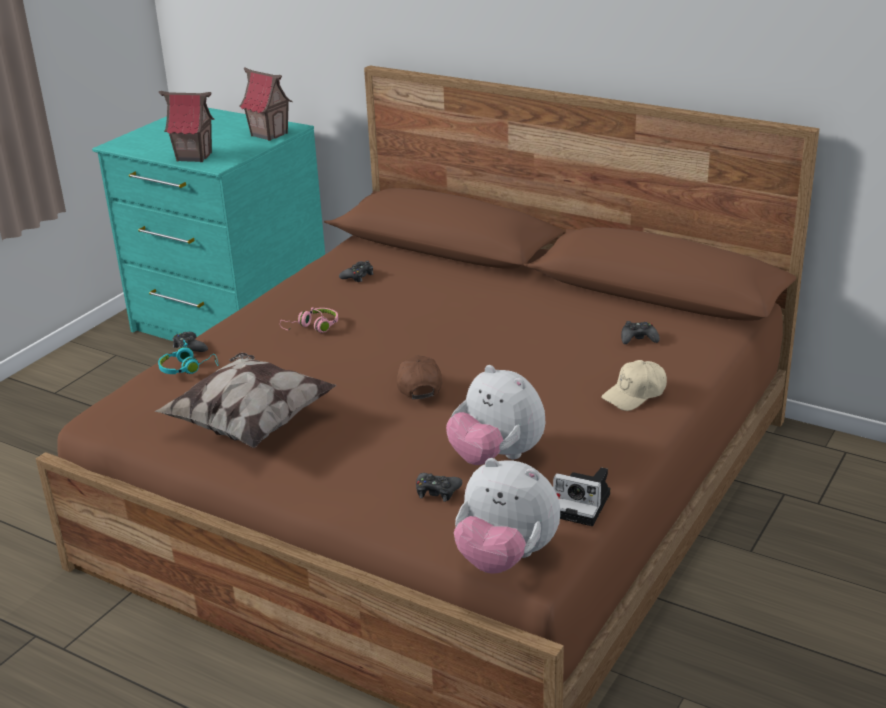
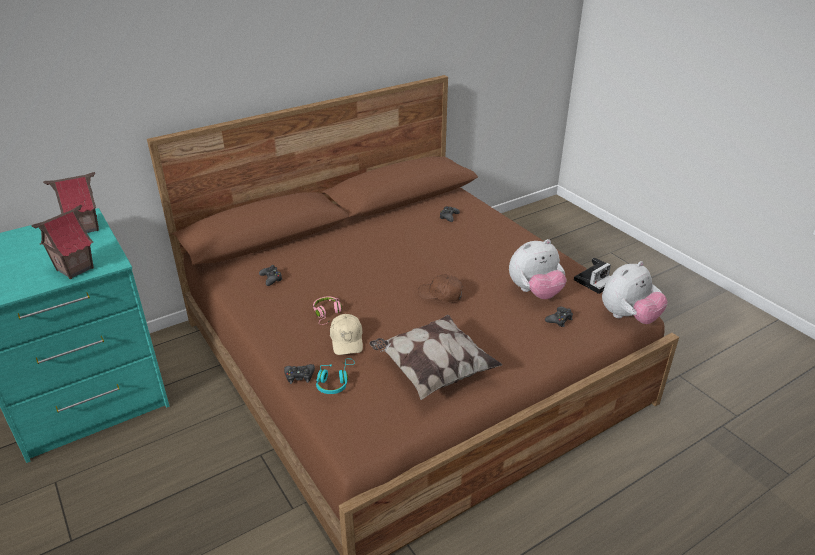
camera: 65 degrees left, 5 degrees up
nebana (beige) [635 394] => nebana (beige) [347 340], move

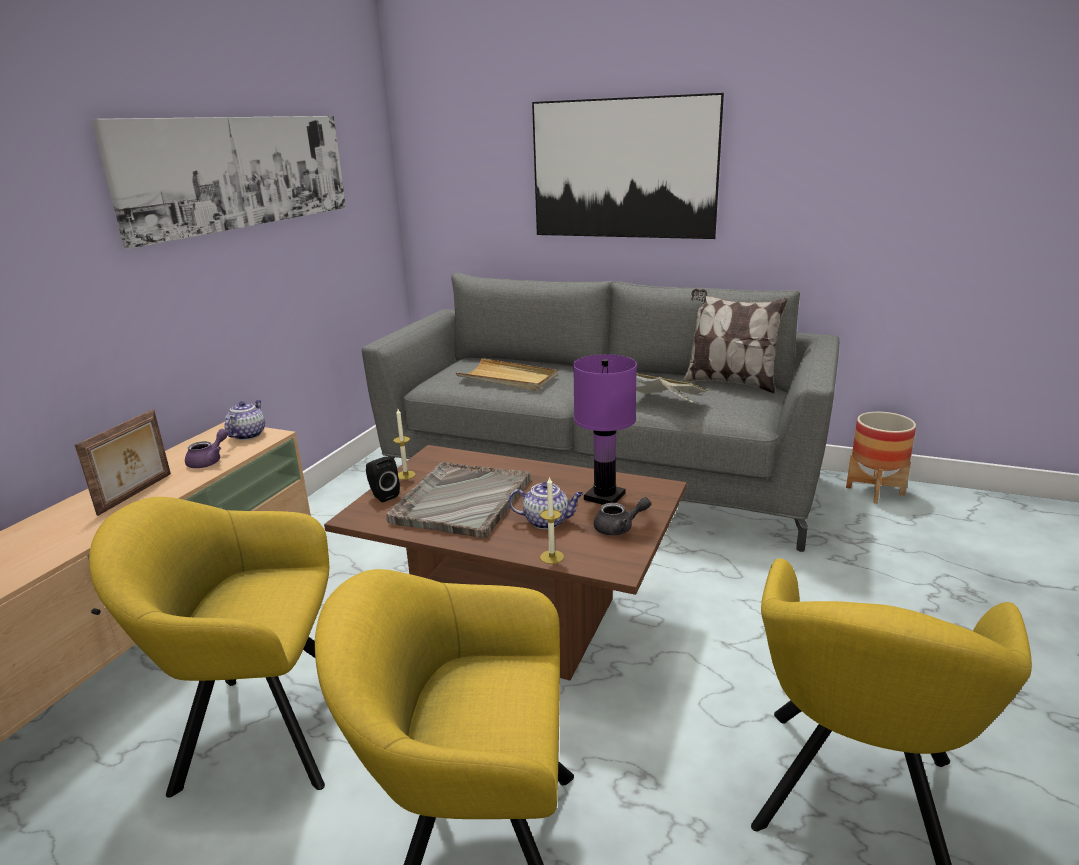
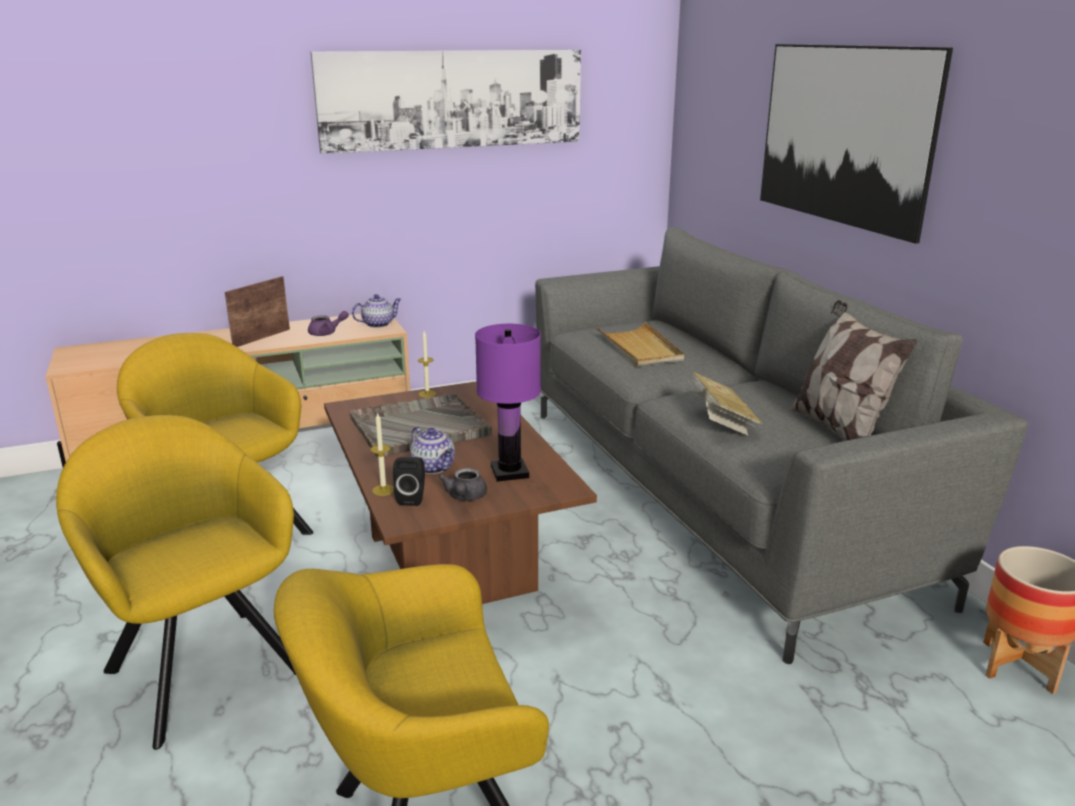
camera: 45 degrees right, 0 degrees up
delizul [137 493] => delizul [261 338], 150 degrees clockwise
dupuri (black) [383 495] => dupuri (black) [412 498], move
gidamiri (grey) [619 528] => gidamiri (grey) [465 497], 60 degrees clockwise

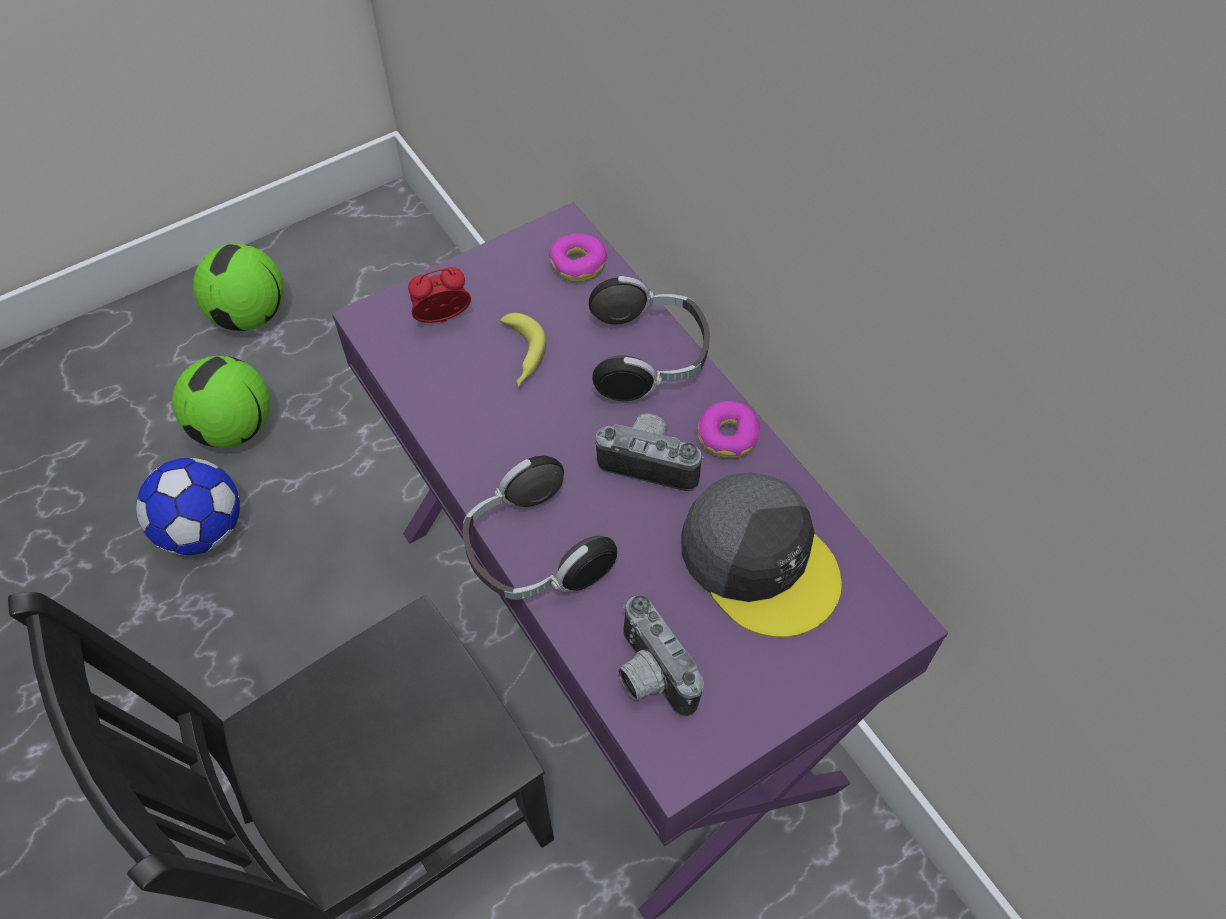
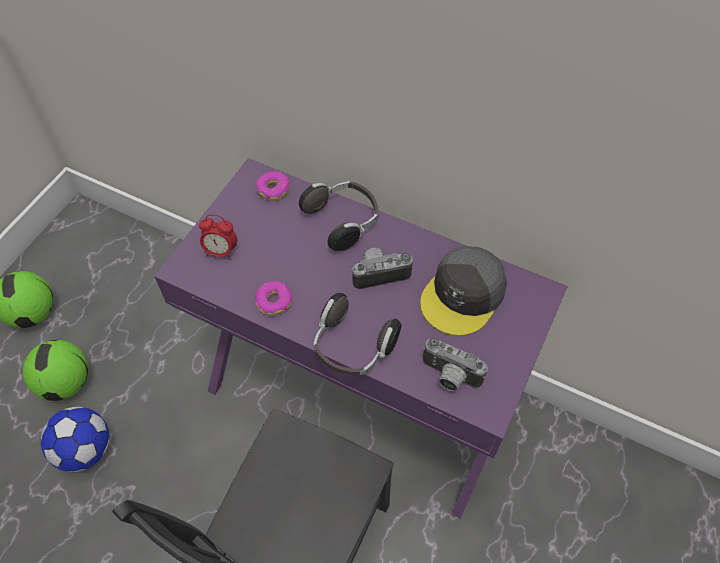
camera: 30 degrees left, 0 degrees up
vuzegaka [443 320] => vuzegaka [221 251], 120 degrees counterclockwise
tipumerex [521 356] => nothing
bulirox [728 435] => bulirox [274 301], move
nebana (grey) [759 560] => nebana (grey) [463 295], 105 degrees clockwise

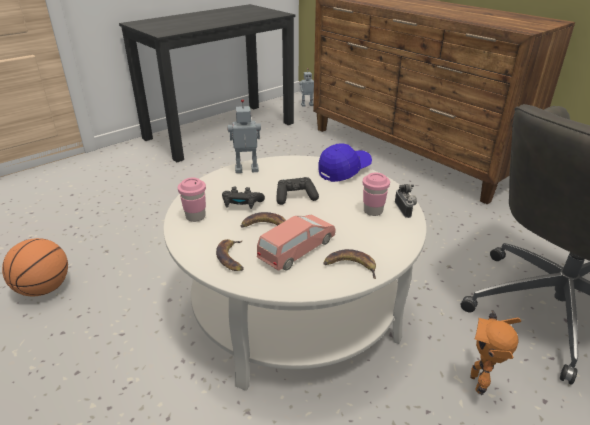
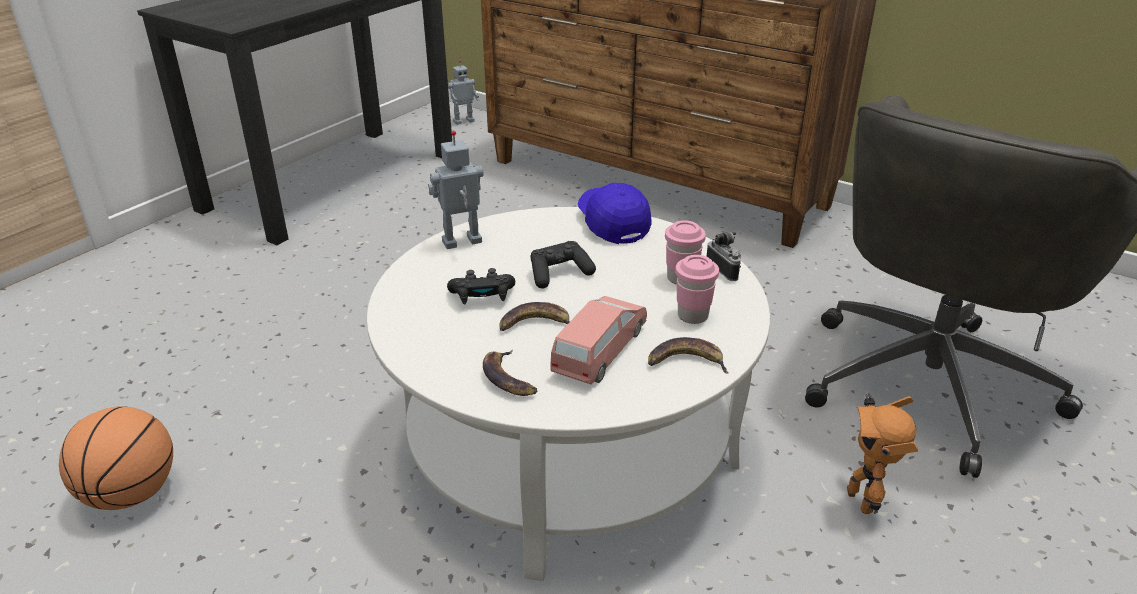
camera: 15 degrees left, 0 degrees up
nebana (blue) [344 170] => nebana (blue) [612 224], 60 degrees counterclockwise
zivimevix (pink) [195 216] => zivimevix (pink) [692 316], move

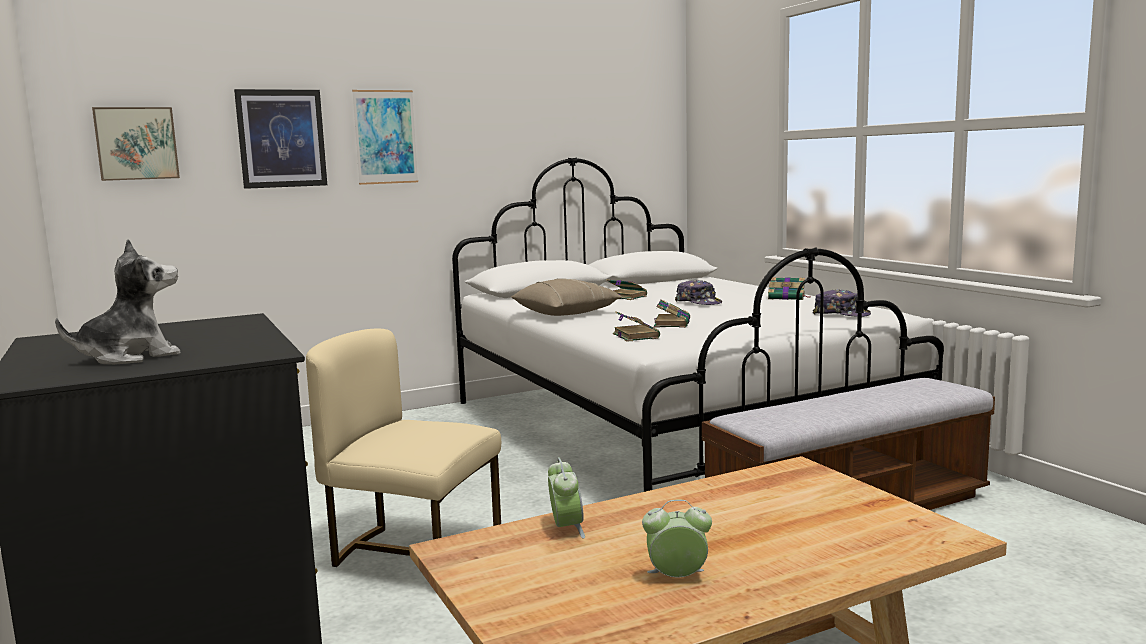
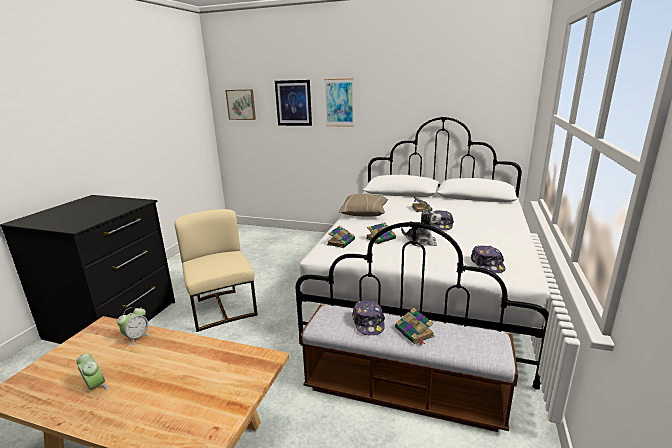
camera: 45 degrees right, 10 degrees up
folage [131 357] => folage [421 242], move
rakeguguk [787 297] => rakeguguk [414 333], move
nothing => nebana [368 323]

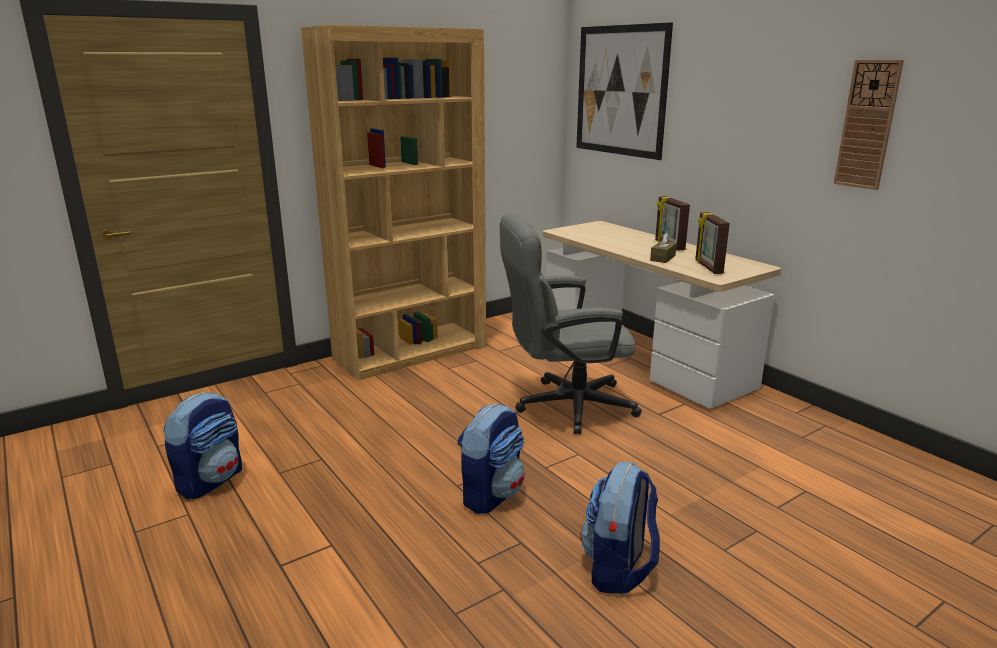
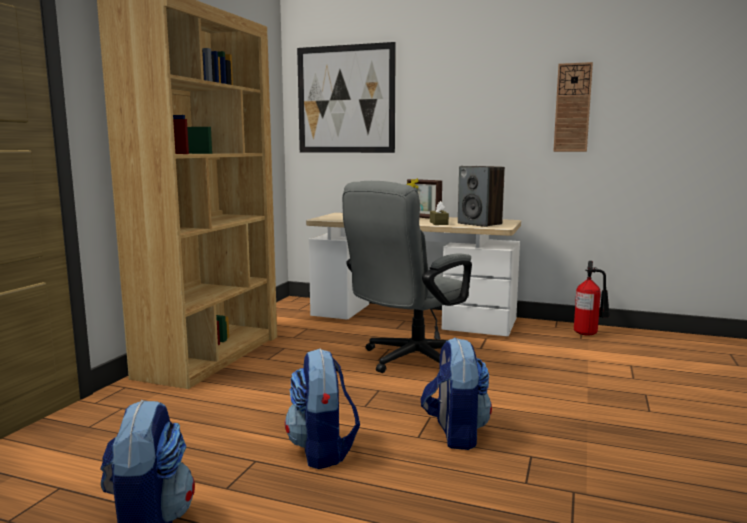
camera: 35 degrees left, 10 degrees down
delizul [707 267] => dupuri [480 224]
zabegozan [618 569] => zabegozan [322 450], move
nothing => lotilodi [589 334]

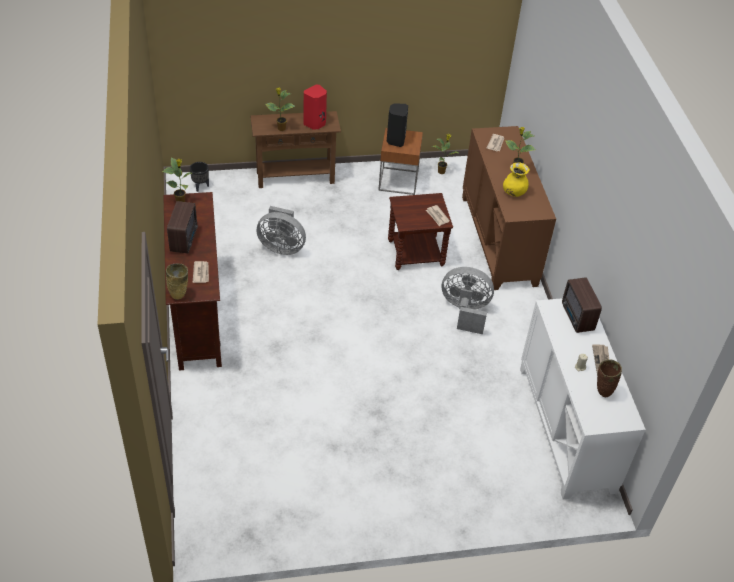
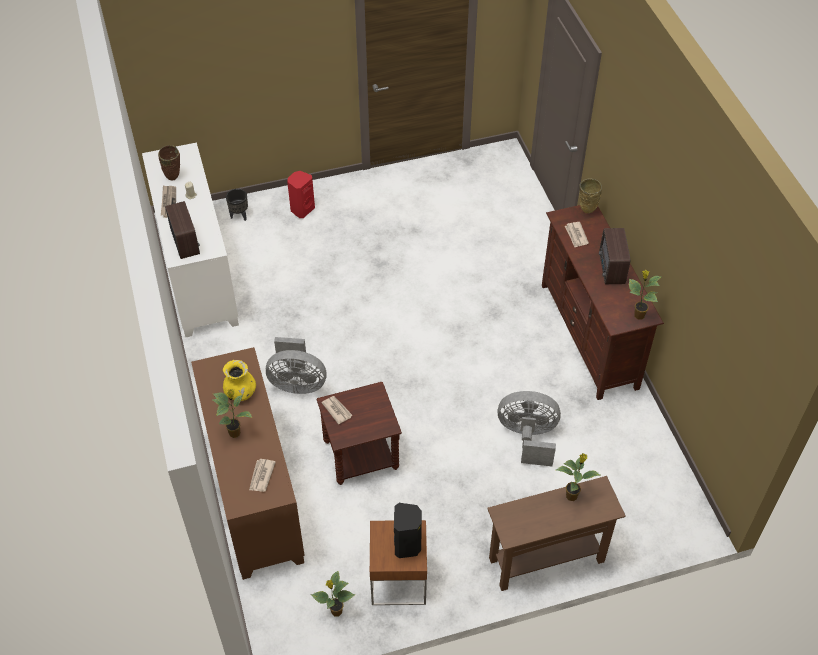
camera: 175 degrees right, 5 degrees up
dupuri (red) [315 124] => dupuri (red) [302 209], move
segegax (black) [200 186] => segegax (black) [239 216], move

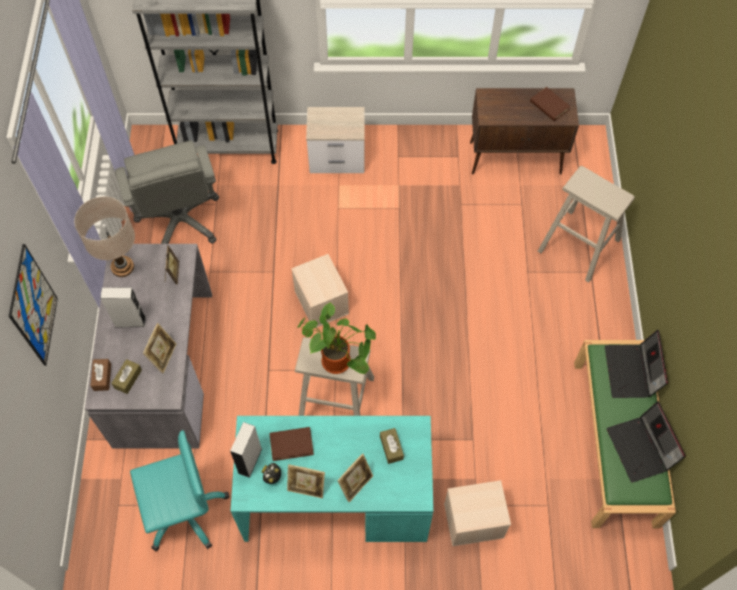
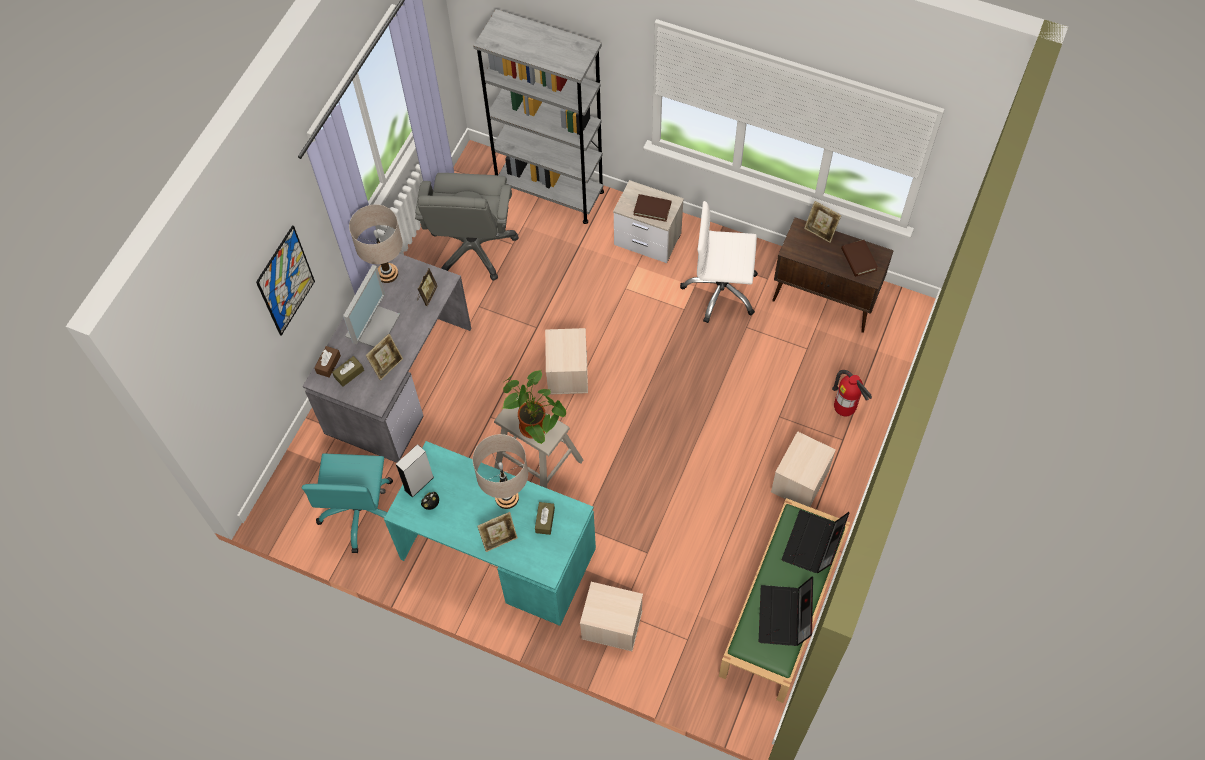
camera: 25 degrees right, 0 degrees up
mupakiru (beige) [579 245] => lotilodi [844 410]
dupuri (grey) [130 321] => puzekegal [372 324]
rakeguguk (brown) [291 444] => rakeguguk (brown) [652 209], move
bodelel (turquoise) [184 510] => bodelel (turquoise) [361 512], 90 degrees clockwise
delizul [306 487] => delizul [820 231], move
nothing => bodelel (white) [721 291]
nothing => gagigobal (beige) [800 482]
nothing => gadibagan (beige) [507 497]

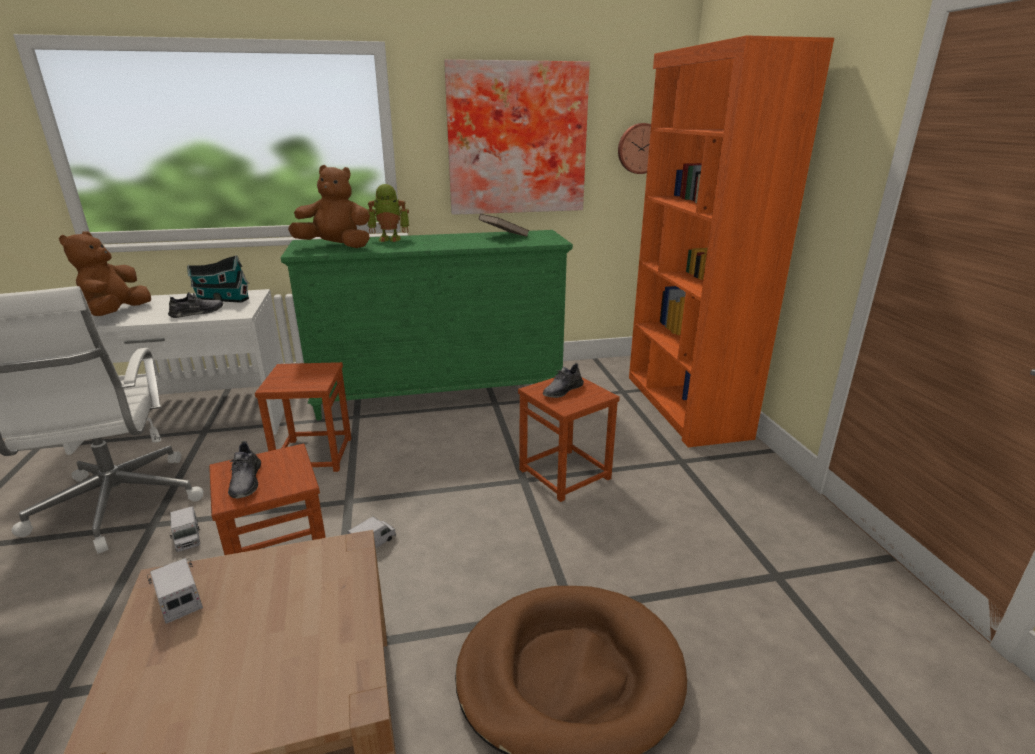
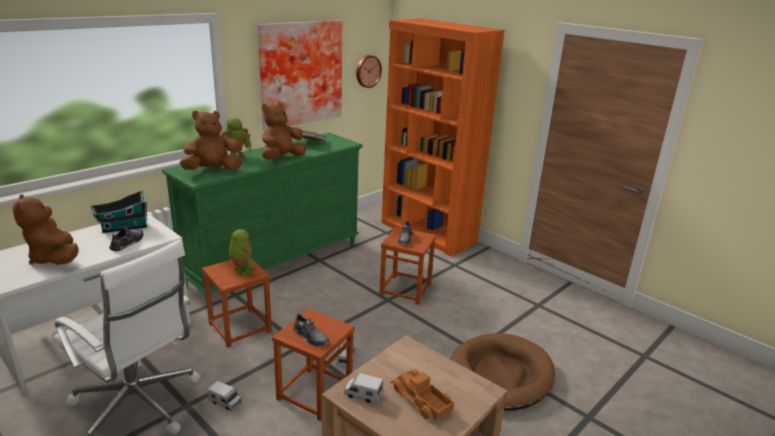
camera: 35 degrees left, 0 degrees up
nothing => folage (brown) [282 158]
nothing => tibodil [242 270]
nothing => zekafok [420 400]

